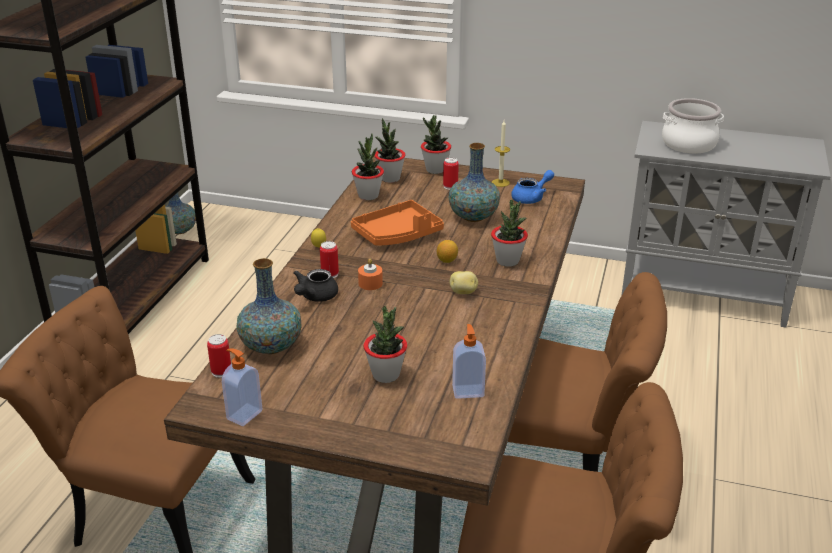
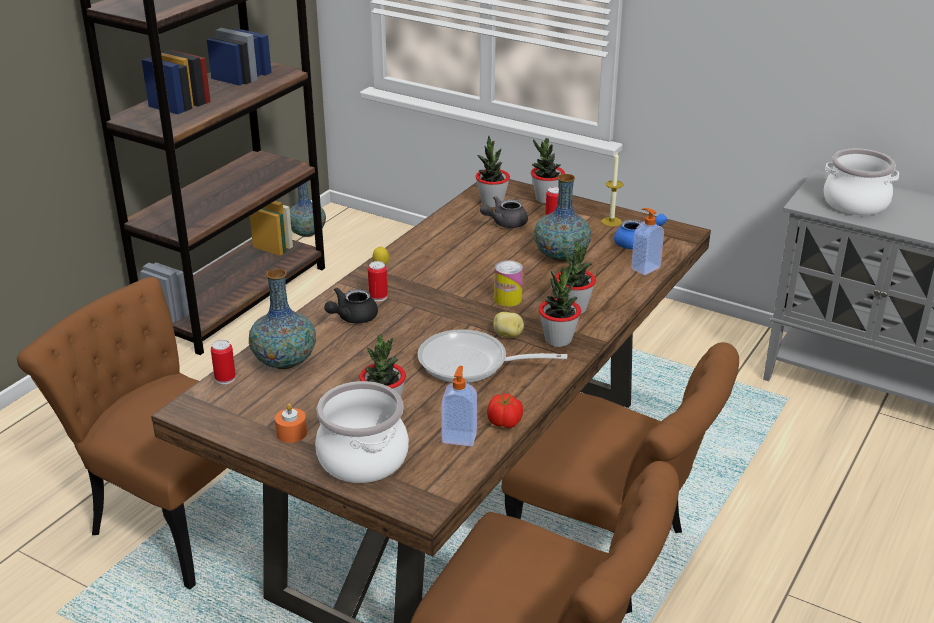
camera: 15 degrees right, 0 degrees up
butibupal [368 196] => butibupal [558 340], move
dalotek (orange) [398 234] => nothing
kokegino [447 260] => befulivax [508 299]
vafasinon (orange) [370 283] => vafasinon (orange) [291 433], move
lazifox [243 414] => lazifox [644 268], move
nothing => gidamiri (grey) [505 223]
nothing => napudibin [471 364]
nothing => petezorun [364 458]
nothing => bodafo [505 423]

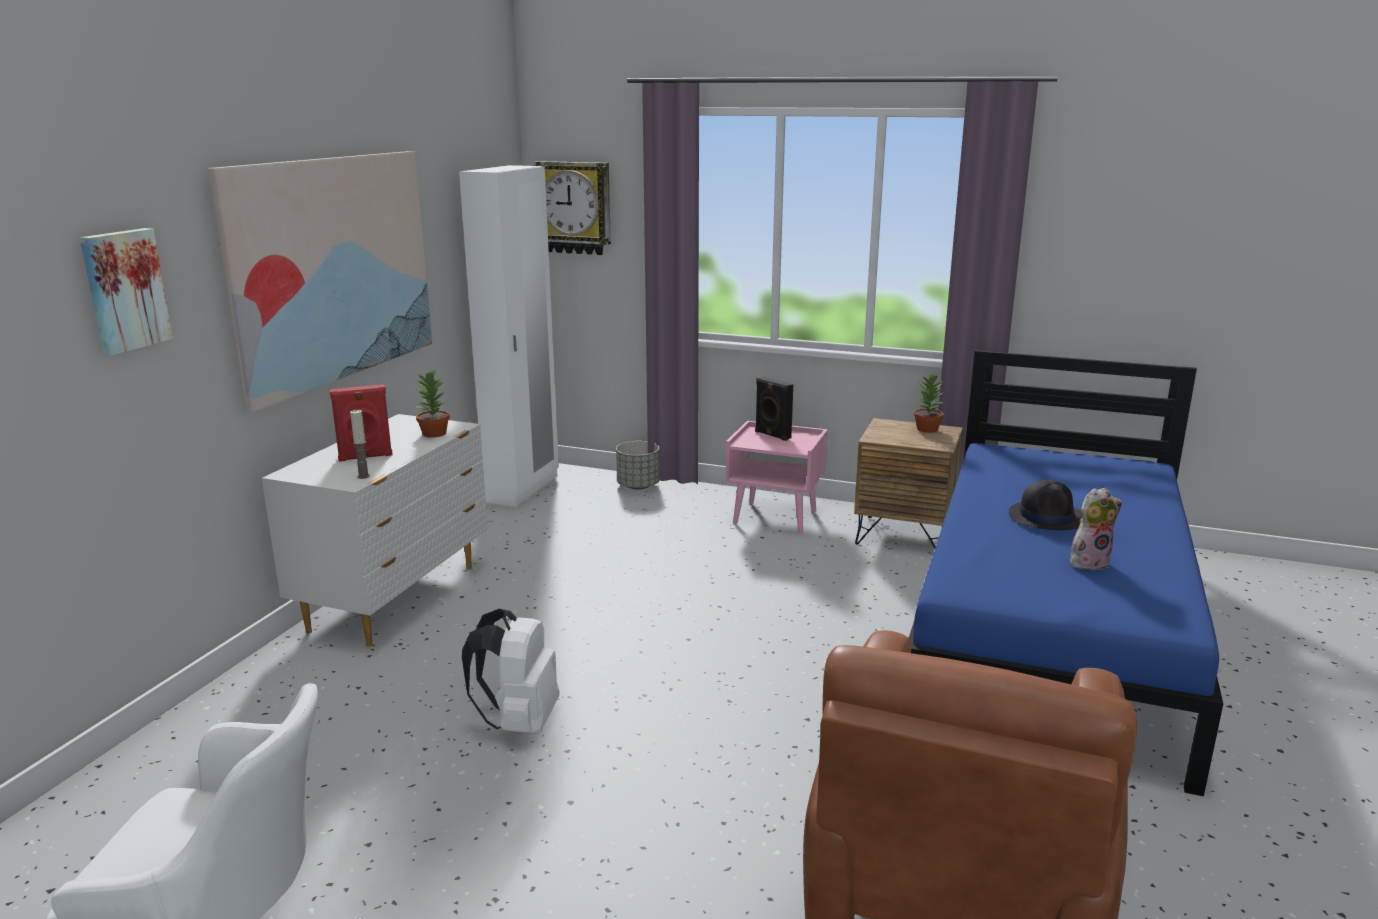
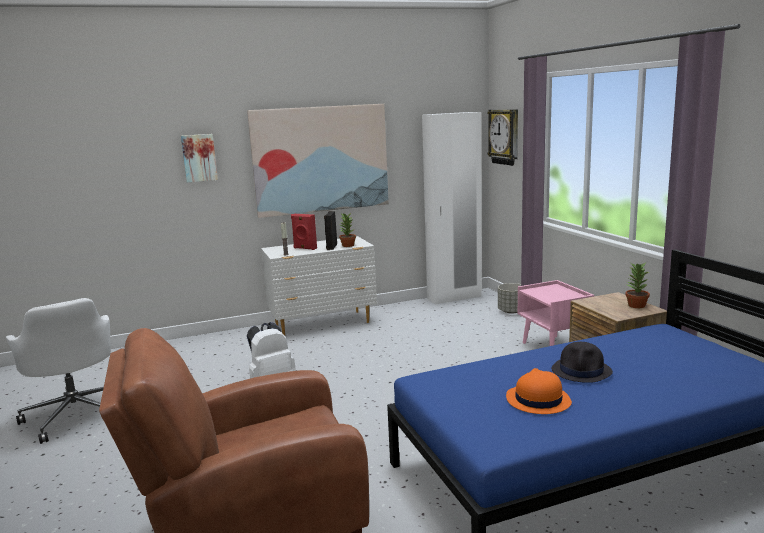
camera: 50 degrees right, 5 degrees down
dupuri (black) [772 435] => dupuri (black) [331 247], move
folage [1089 562] => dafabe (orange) [537 400]

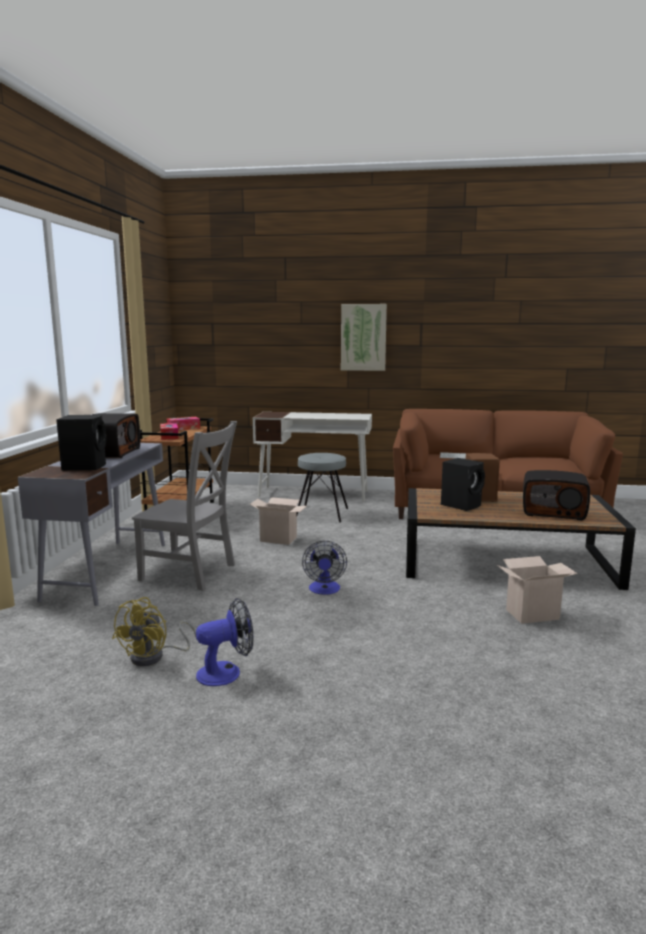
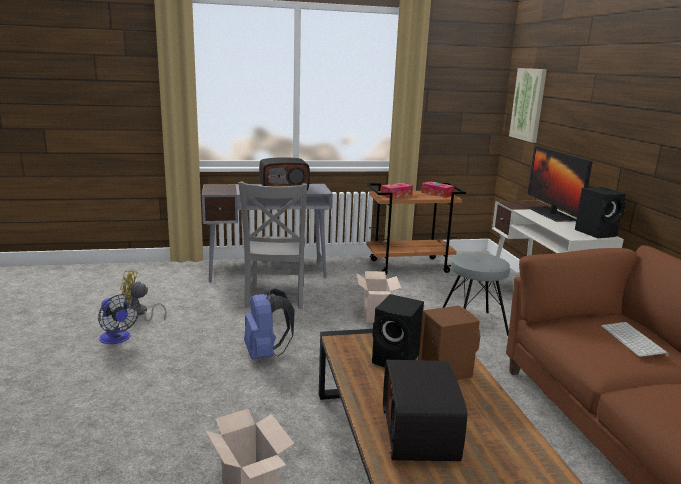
camera: 70 degrees right, 5 degrees up
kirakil [363 337] => kirakil [528 104], move
dupuri (black) [85 466] => dupuri (black) [597 233], move
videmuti [324 590] => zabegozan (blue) [266 354]
nothing => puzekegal [551 214]

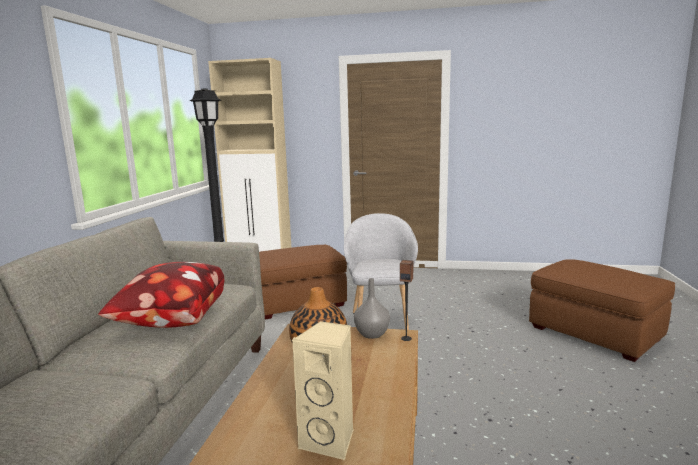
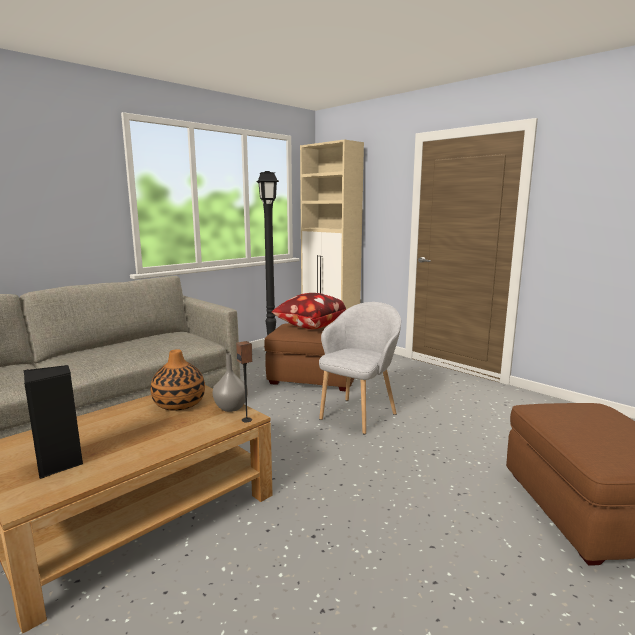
camera: 35 degrees right, 0 degrees up
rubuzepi [171 321] => rubuzepi [309 327], move
dupuri (beige) [330 440] => dupuri (black) [59 464]

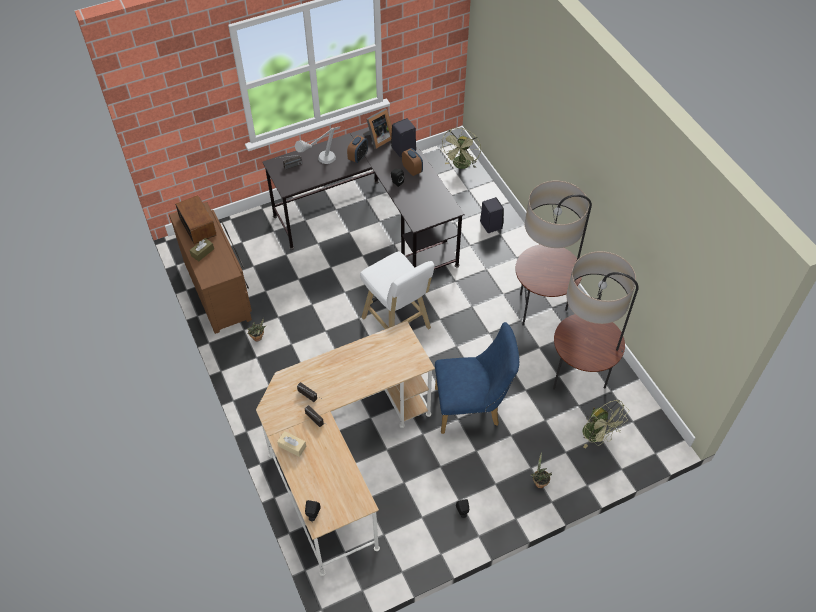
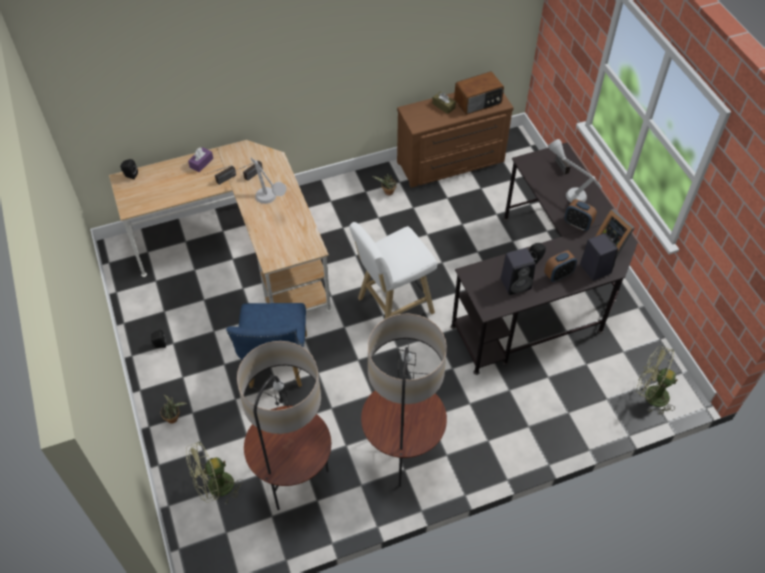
camera: 95 degrees right, 0 degrees up
dupuri (black) [490 224] => dupuri (black) [516 283], move
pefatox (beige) [292 446] => pefatox (purple) [201 163]
nothing => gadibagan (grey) [270 203]

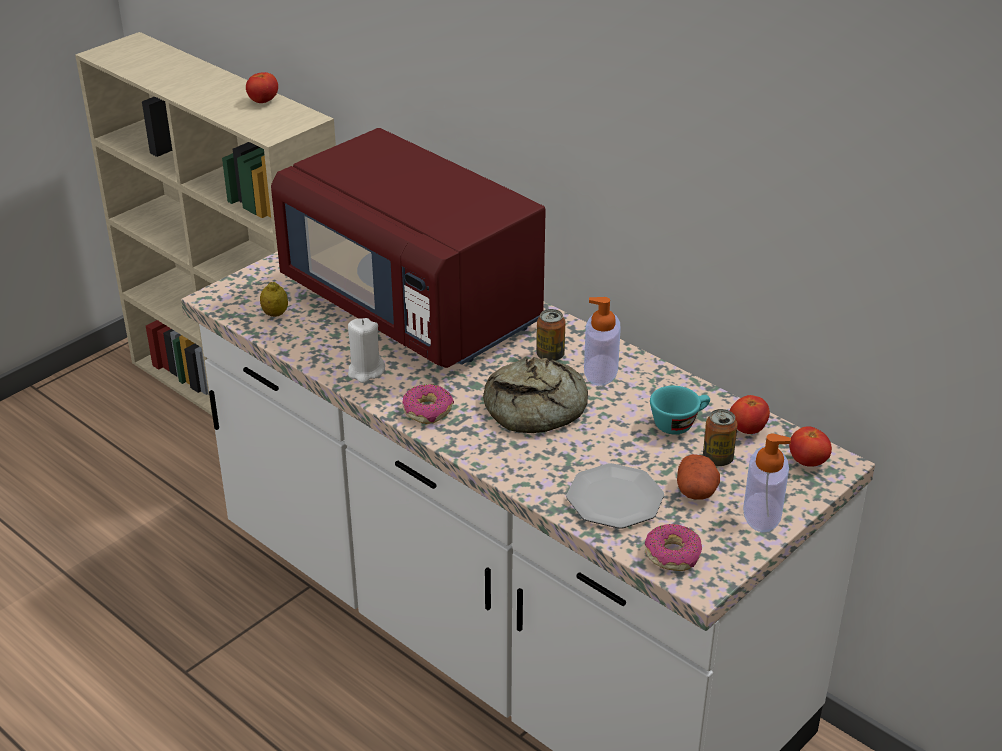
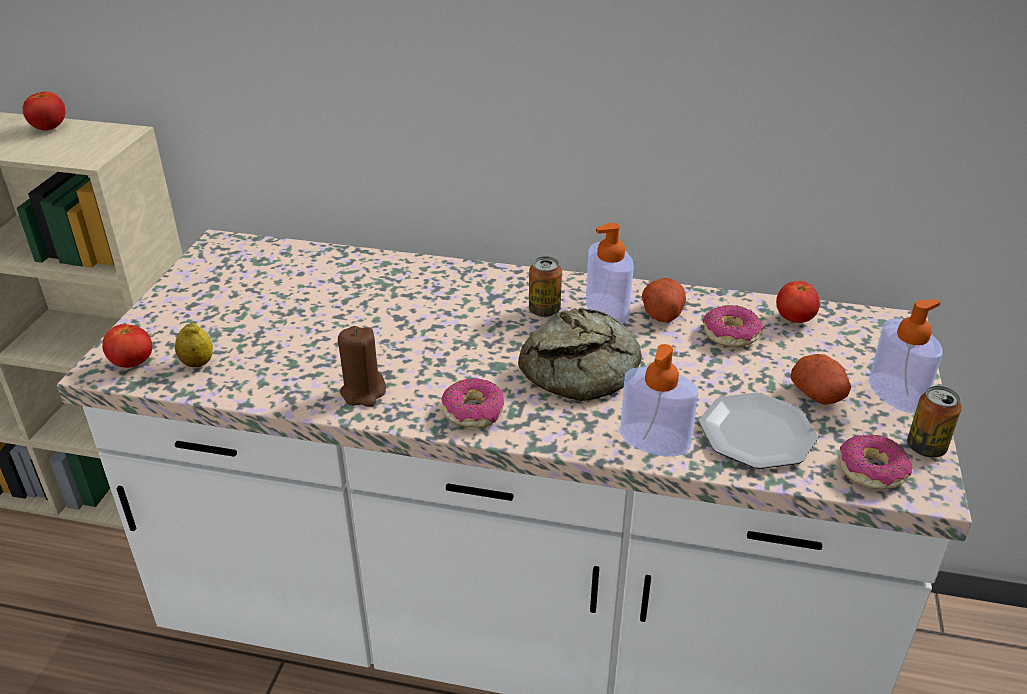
camera: 30 degrees left, 0 degrees up
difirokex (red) [413 307] => nothing
vafasinon (white) [365 371] => vafasinon (brown) [363 392]
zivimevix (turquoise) [679 423] => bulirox [730 334]
befulivax [717 459] => befulivax [925 447], move
bodafo [807 462] => bodafo [132 363], move
nothing => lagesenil [662 312]
nothing => lazifox [654 440]

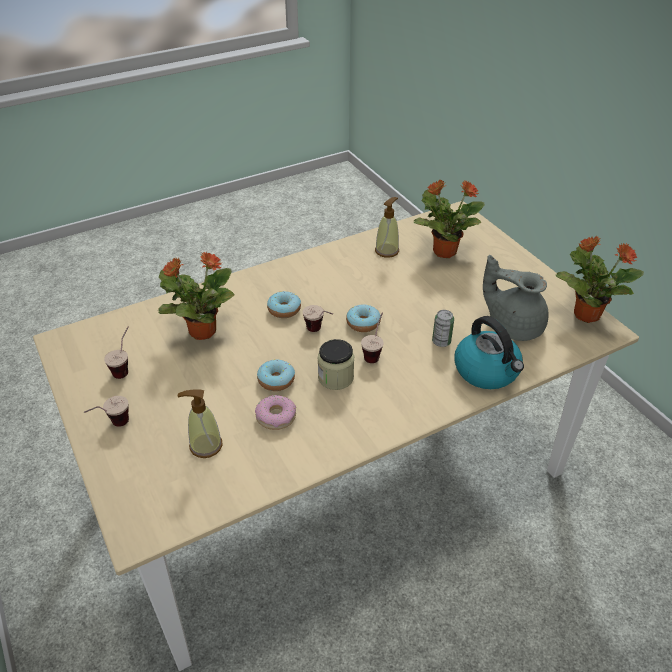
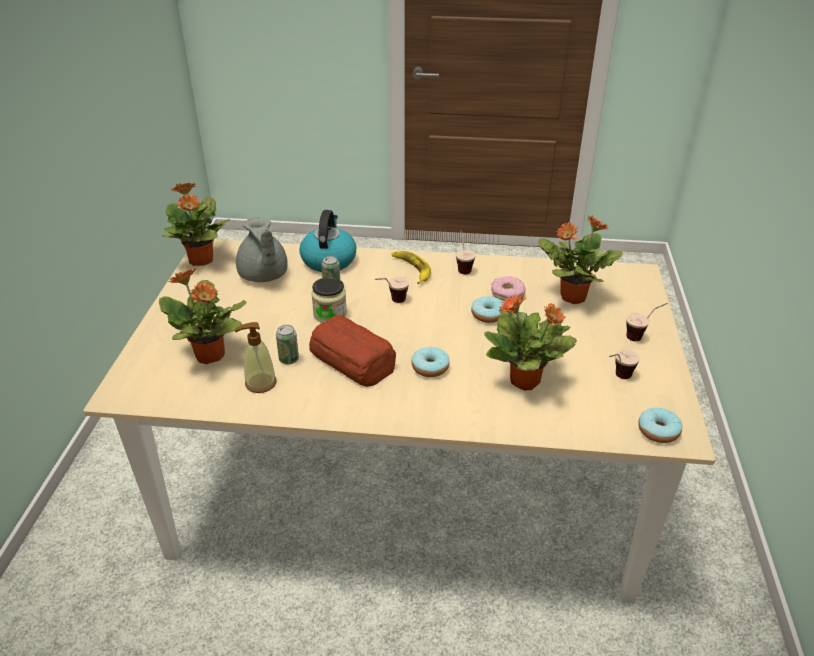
camera: 145 degrees left, 5 degrees down
bulirox [363 323] => bulirox [658 431], move
zivimevix [319 332] => zivimevix [463 267], move
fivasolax [335 377] => fivasolax [330 314], move
lazifox [205 446] => butibupal [571 297]
nothing => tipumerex [411 269]
nothing => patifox [352 359]
nothing => befulivax [289 359]

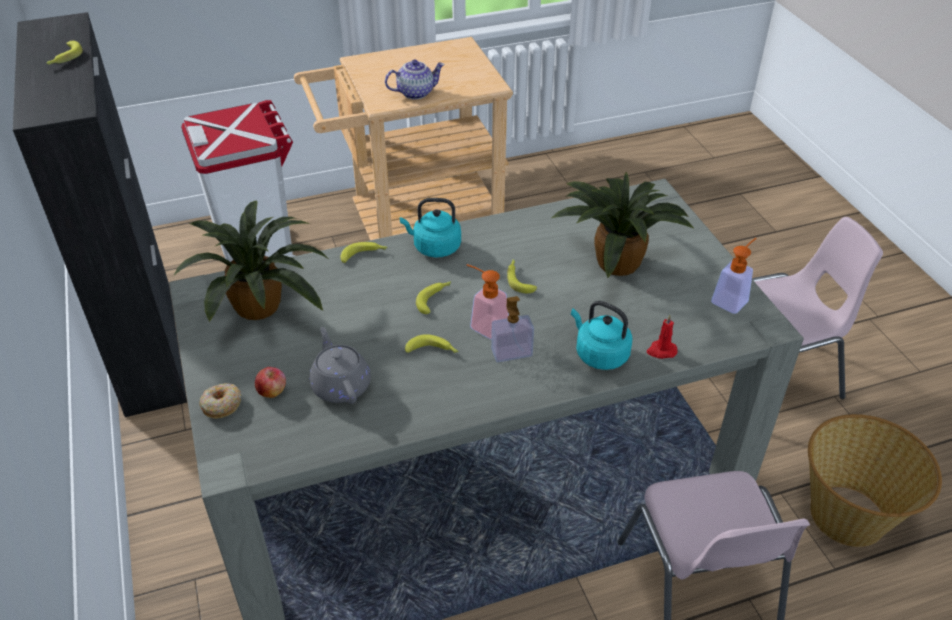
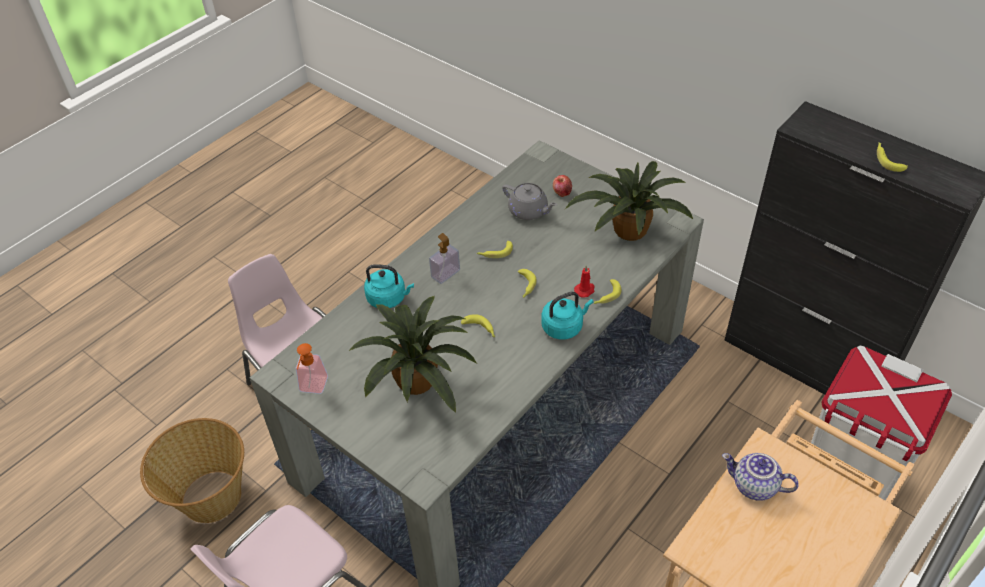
camera: 150 degrees right, 5 degrees up
gidamiri [415 93] => gidamiri [753 486], 75 degrees clockwise
lazifox [484 324] => nothing
vafasinon (red) [661 351] => vafasinon (red) [585 290], move
bulirox [222 405] => nothing

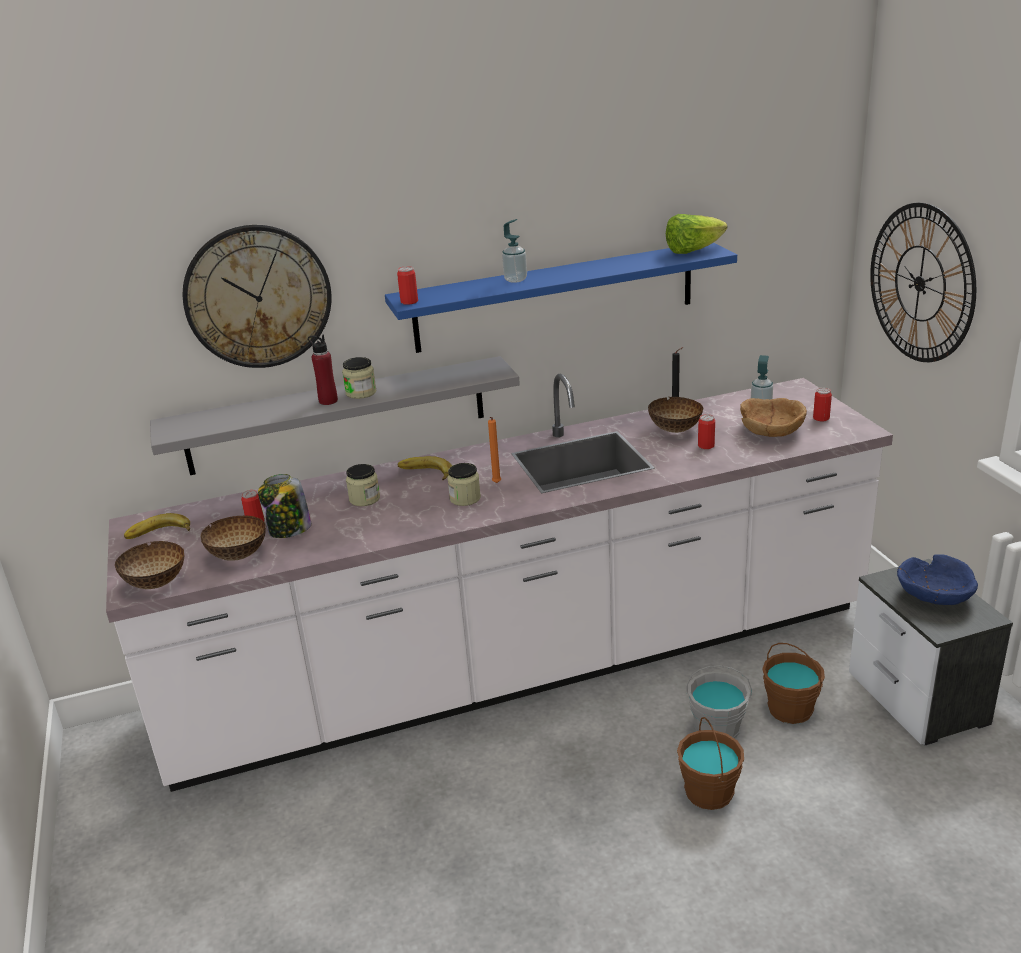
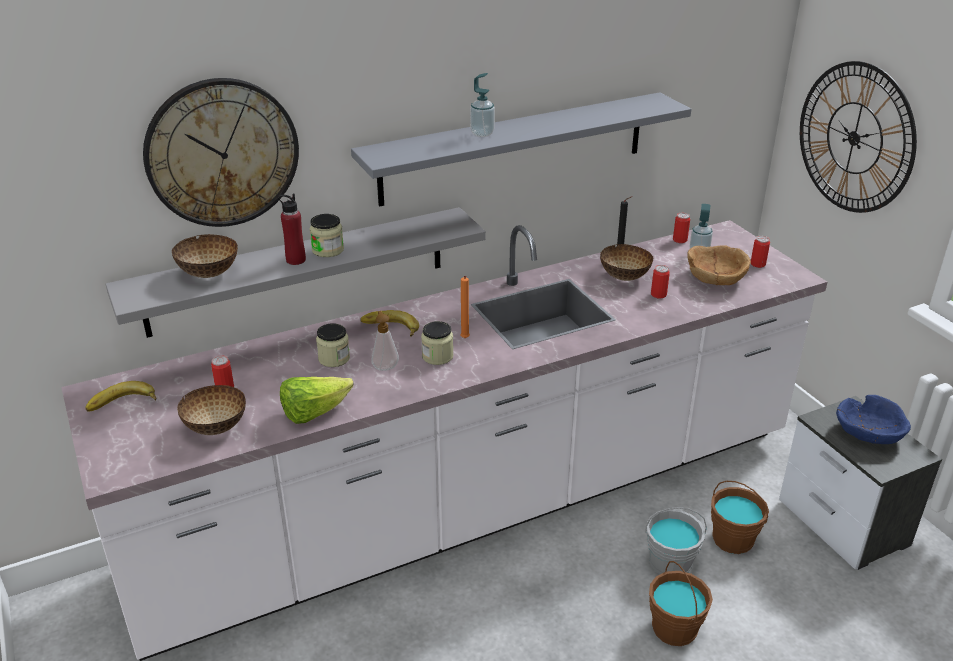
camera: 10 degrees left, 5 degrees up
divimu [693 251] => divimu [314 413], move
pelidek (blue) [555 297] => pelidek (grey) [515 148]
befulivax [409 302] => befulivax [680 240], move
fivasolax [289 530] => nothing
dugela [157 583] => dugela [210 274], move
nothing => lazifox [385 366]

